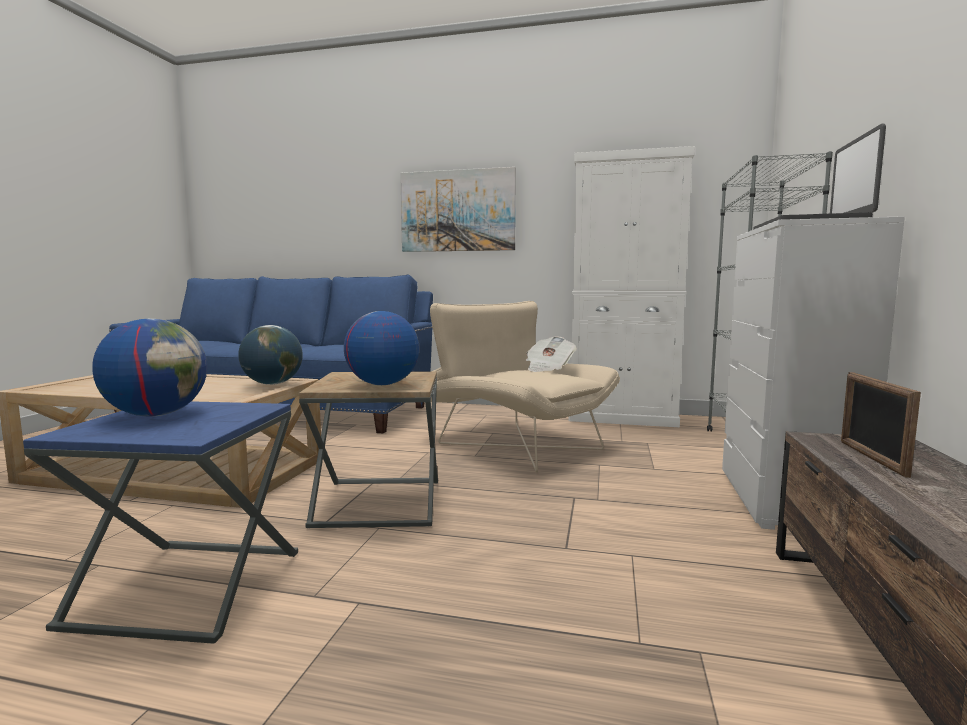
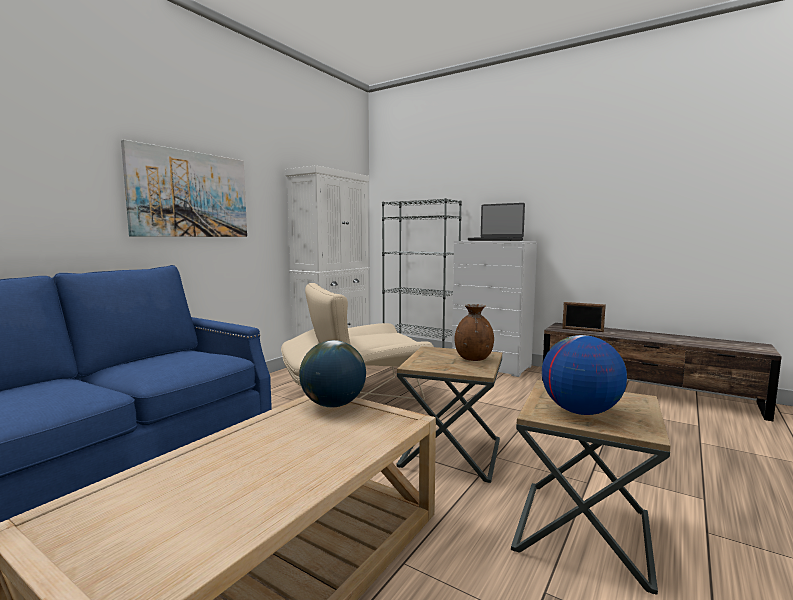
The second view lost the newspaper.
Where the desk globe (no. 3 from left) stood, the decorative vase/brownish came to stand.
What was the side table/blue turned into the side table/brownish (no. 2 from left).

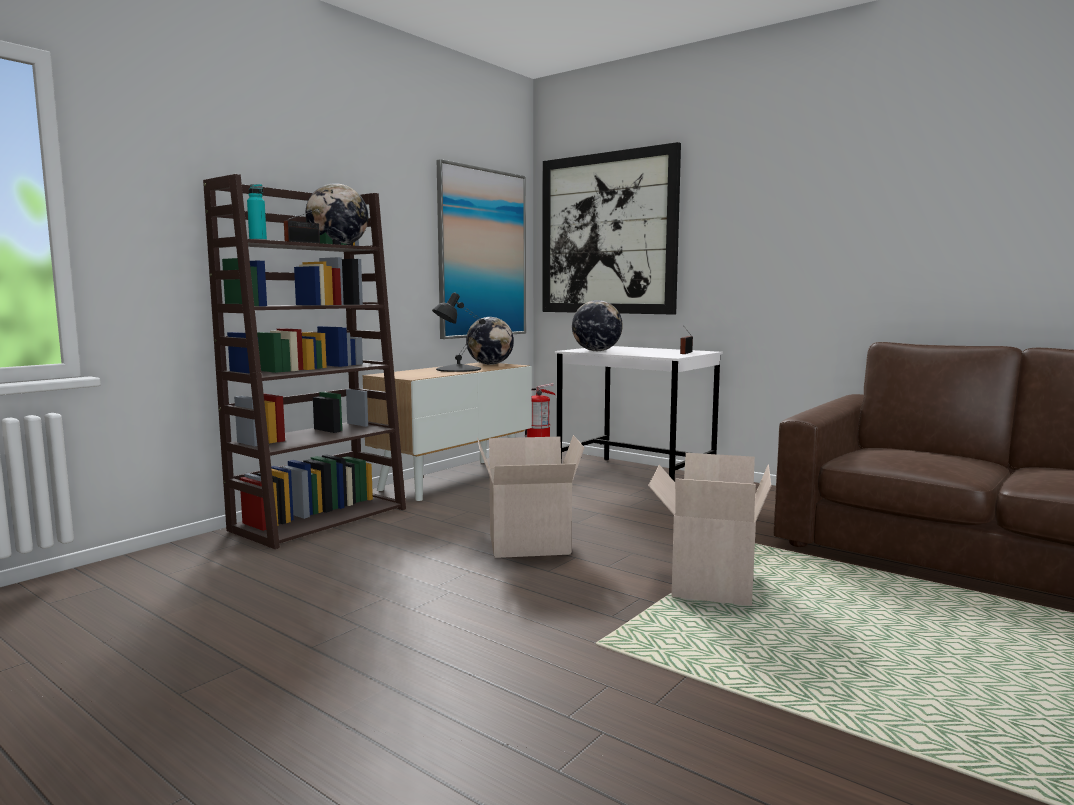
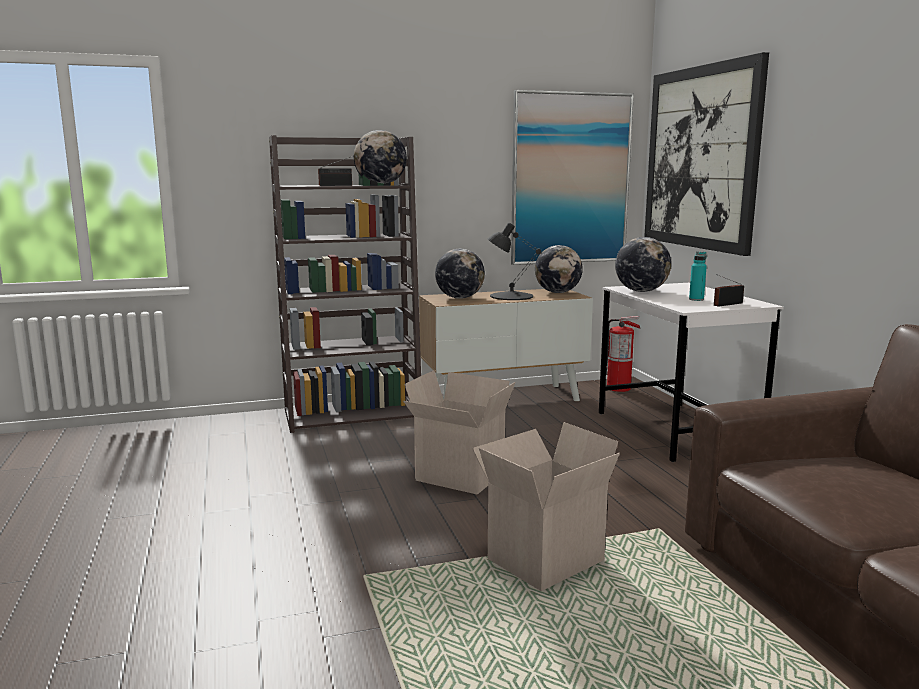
The second view gained the desk globe (no. 2 from left).
The beverage bottle/turquoise ended up elsewhere.

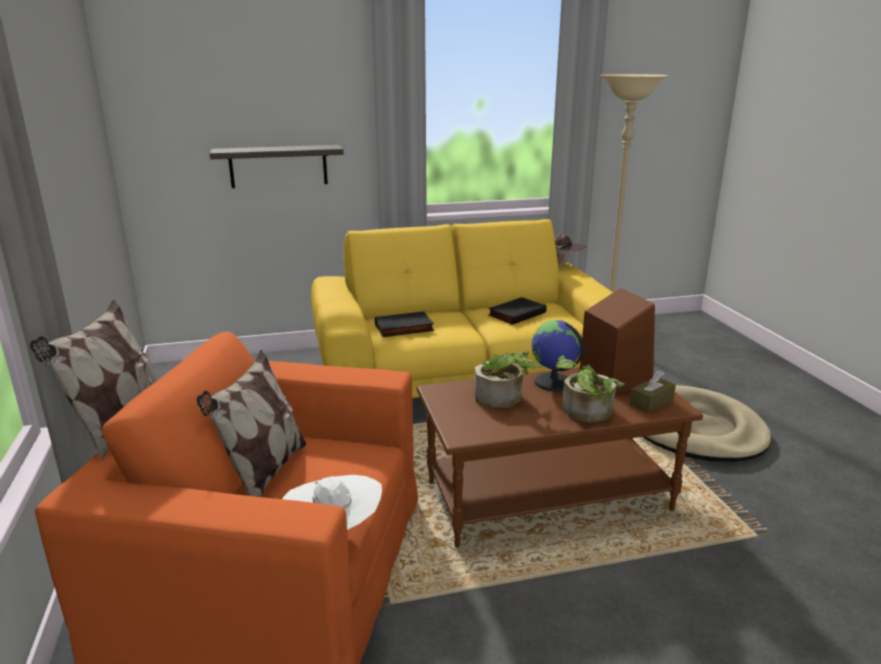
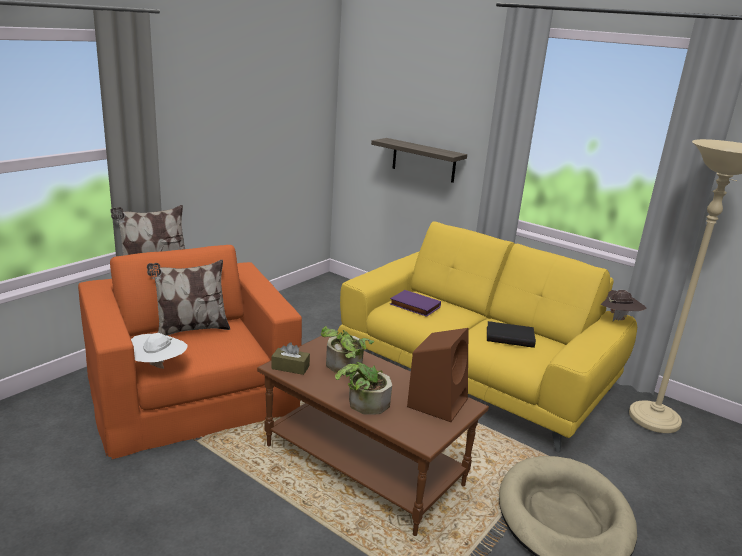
The second view lost the desk globe.
The tissue holder/brownish ended up elsewhere.
What was the book/black (no. 1 from left) turned into the book/purple.

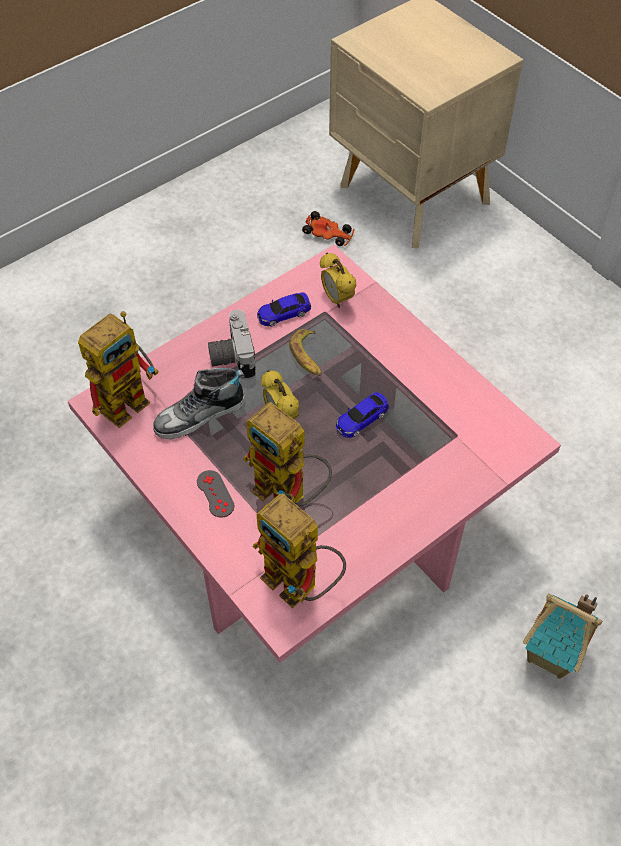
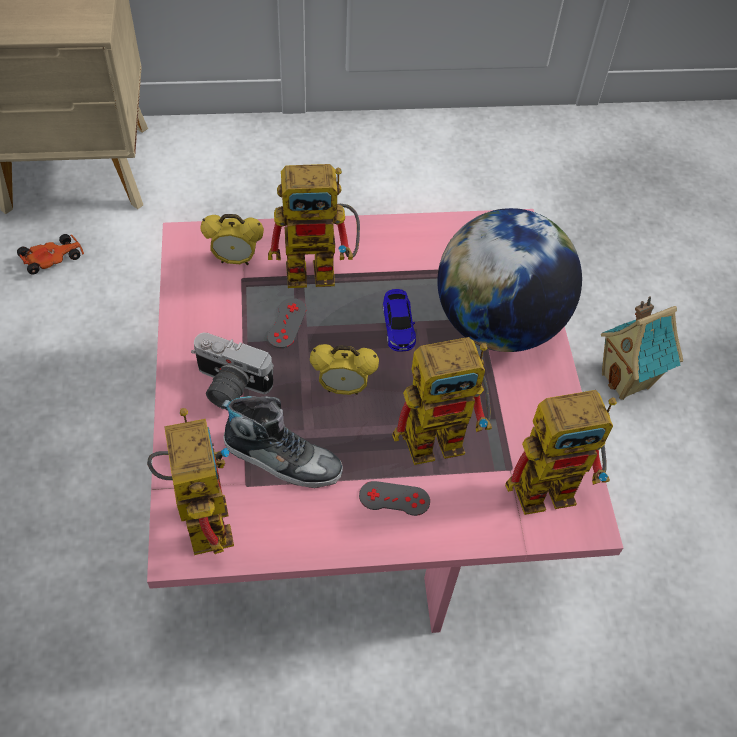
The second view lost the toy car (no. 1 from left).
The second view gained the toy robot (no. 2 from left).
The second view gained the desk globe.
Where the banana stood, the game controller/gray (no. 1 from left) came to stand.
The item of footwear ended up facing another way, 75 degrees counterclockwise from before.

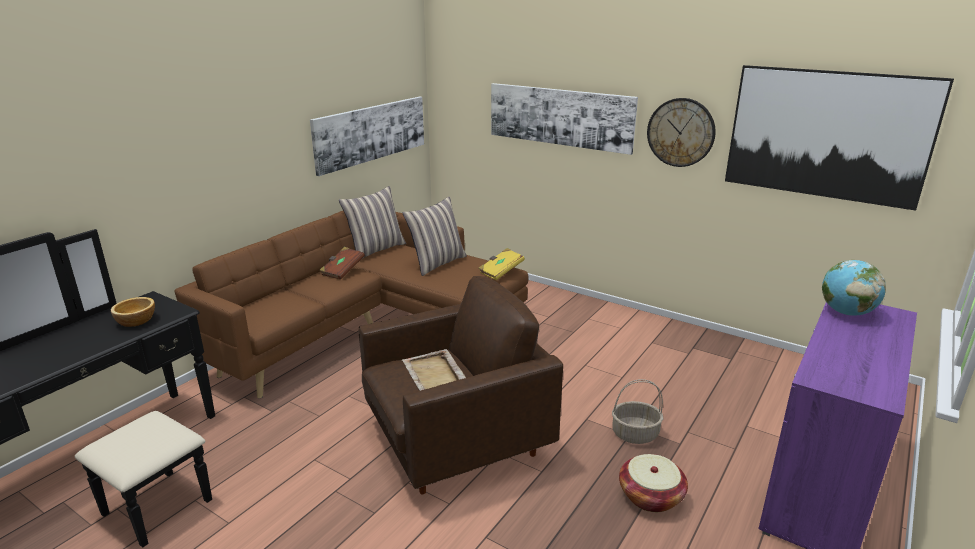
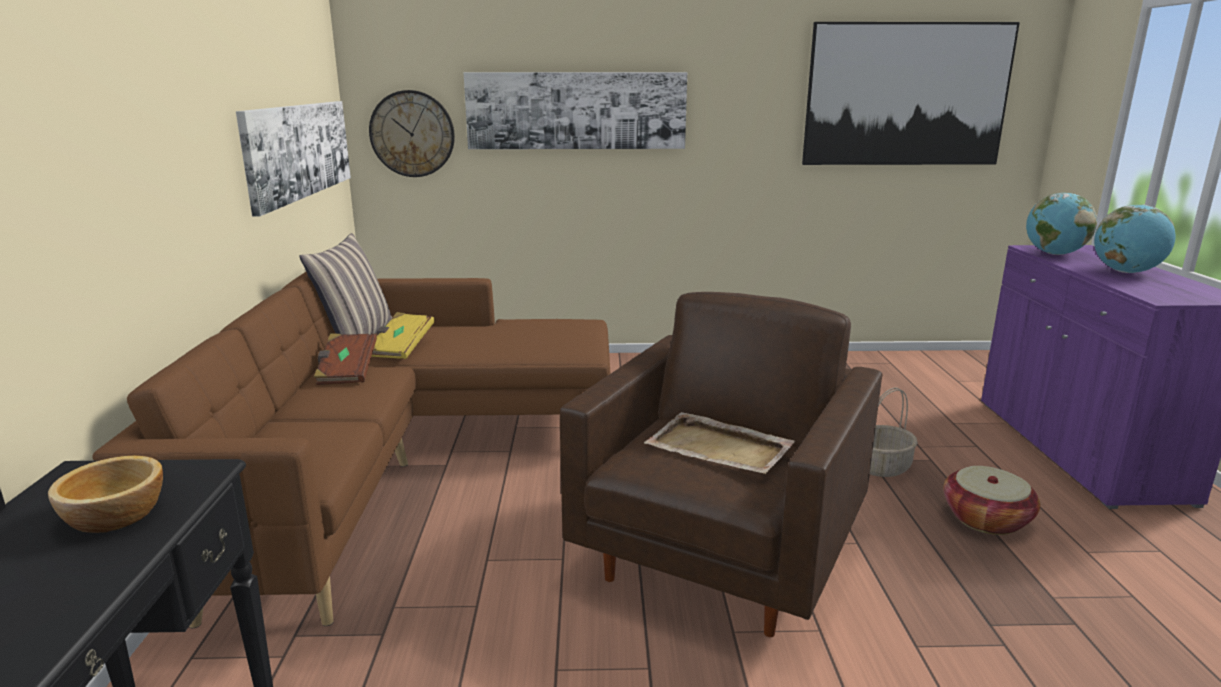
The second view lost the cushion (no. 2 from left).
The second view gained the desk globe (no. 2 from left).
The book/yellow-coloured ended up elsewhere.
The clock on the wall ended up elsewhere.

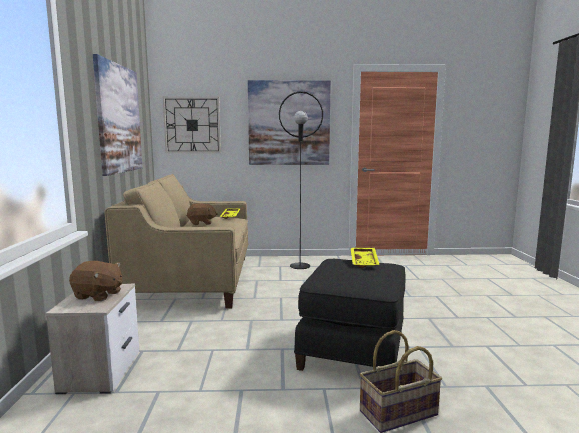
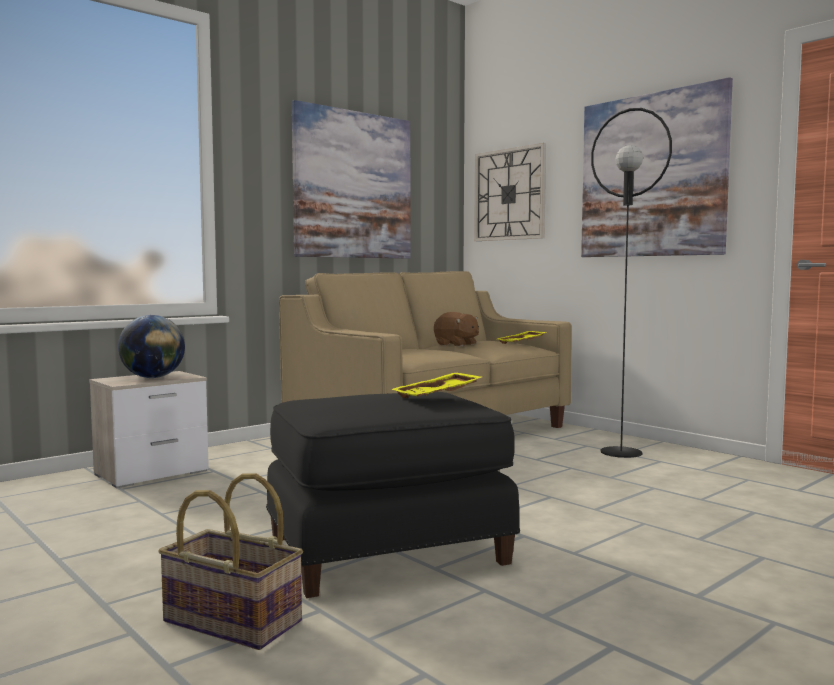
Where the soft toy/brownish (no. 1 from left) stood, the desk globe came to stand.

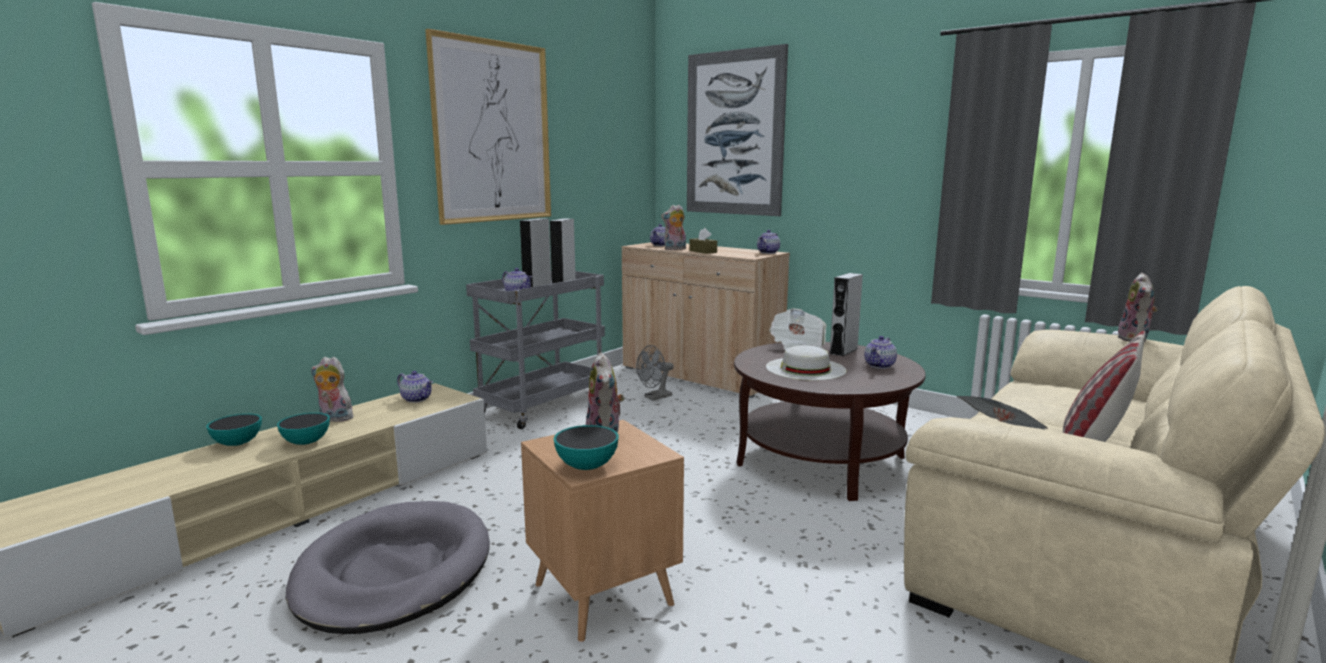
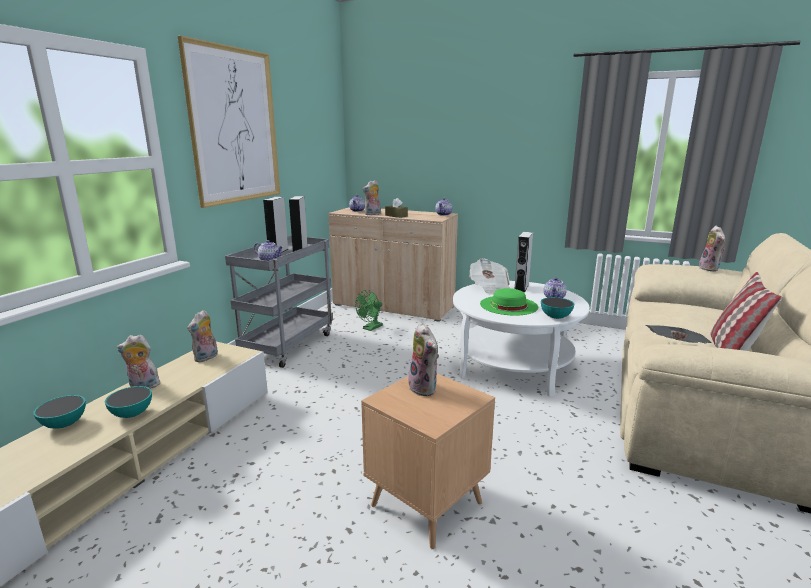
The second view lost the pet bed/gray.
The second view lost the picture (no. 2 from left).
The deep dish (no. 3 from left) ended up elsewhere.
Where the tea pot (no. 1 from left) stood, the soft toy (no. 2 from left) came to stand.
What was the fan/gray turned into the fan/green.
What was the low table/brownish turned into the low table/white-coloured.
What was the hat/white-coloured turned into the hat/green.

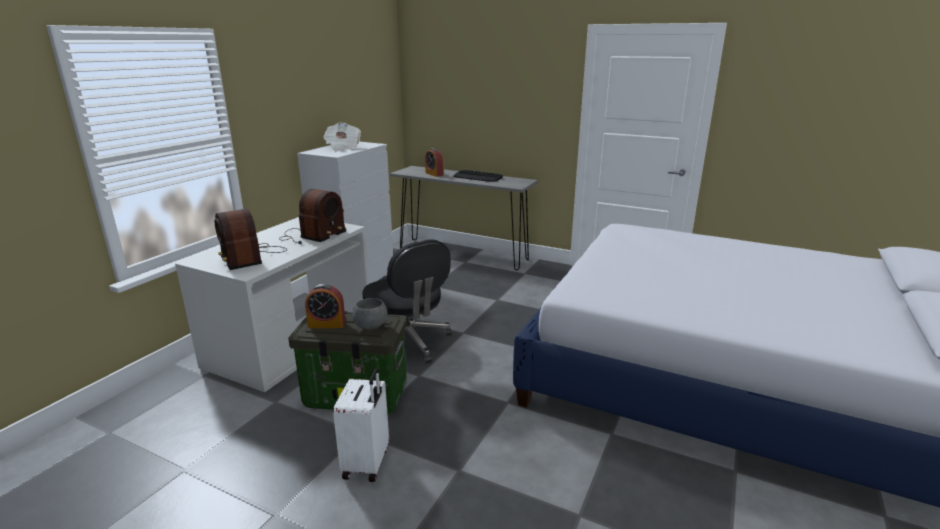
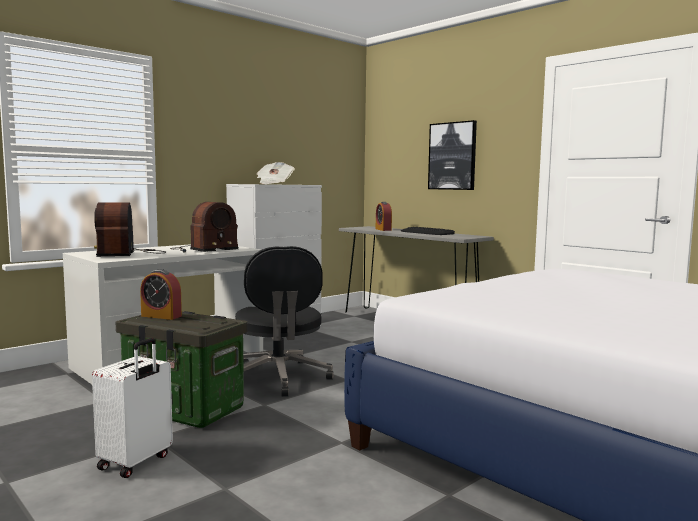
The second view lost the deep dish/gray.
The second view gained the picture.

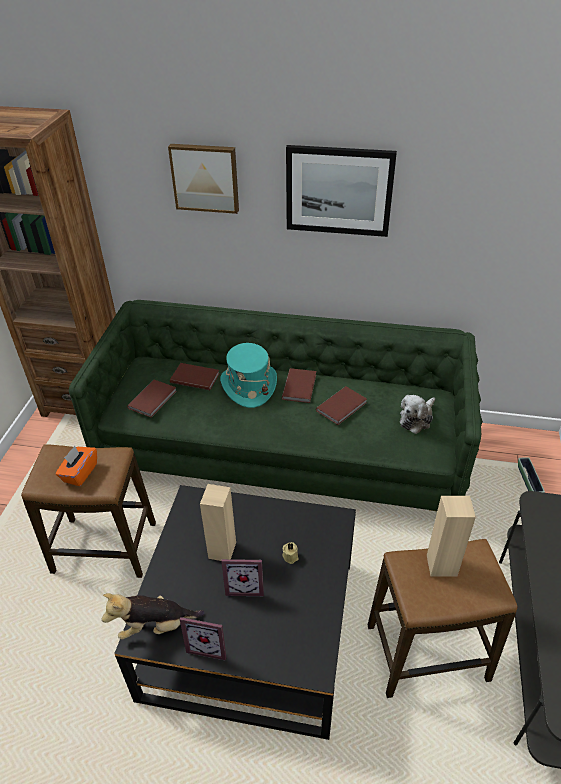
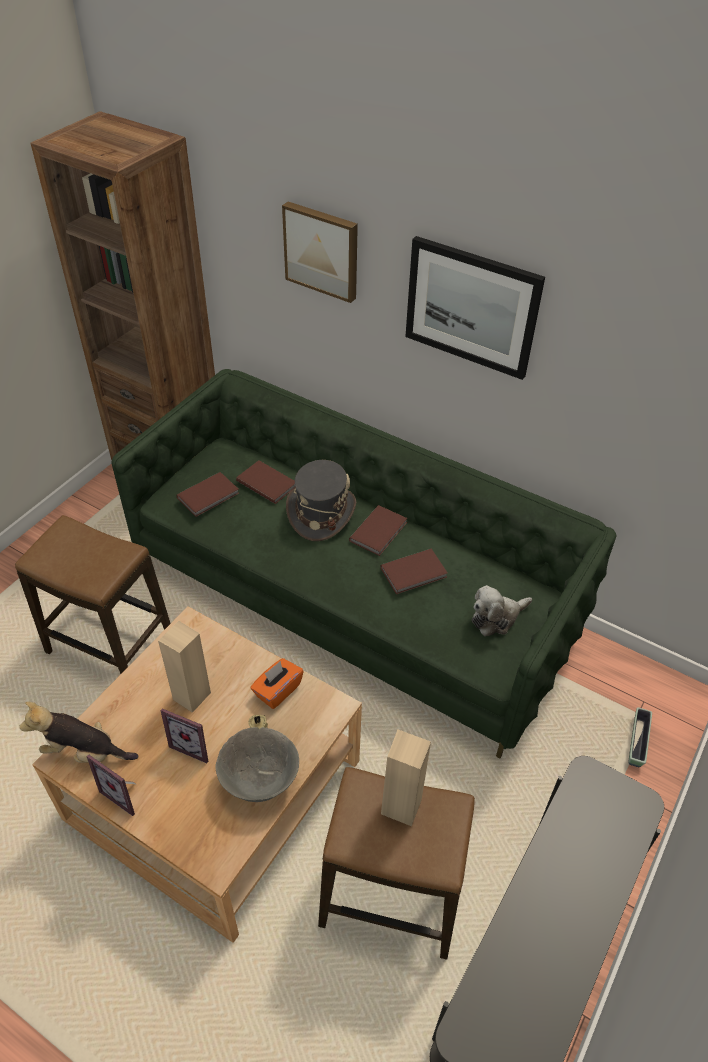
The second view gained the deep dish/gray.
The tissue holder/orange-coloured ended up elsewhere.
What was the low table/black turned into the low table/sand-coloured.
What was the hat/turquoise turned into the hat/gray.

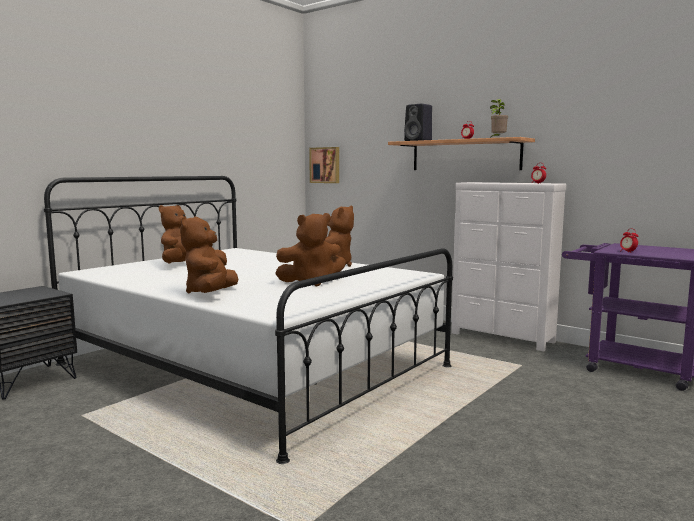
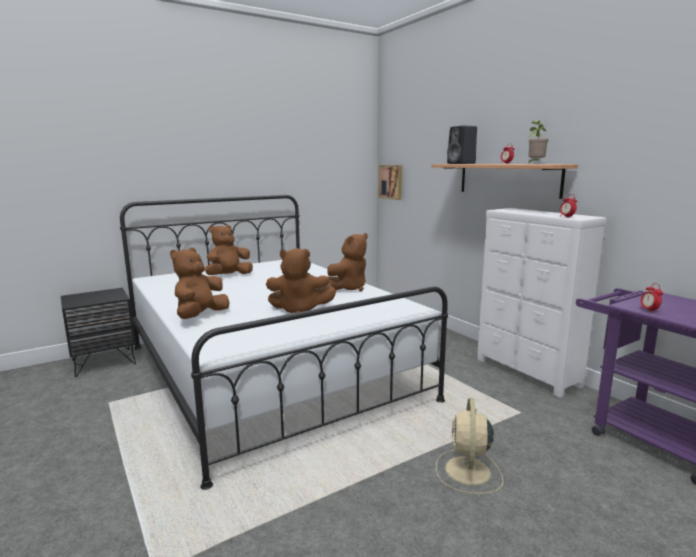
The second view gained the fan/sand-coloured.

